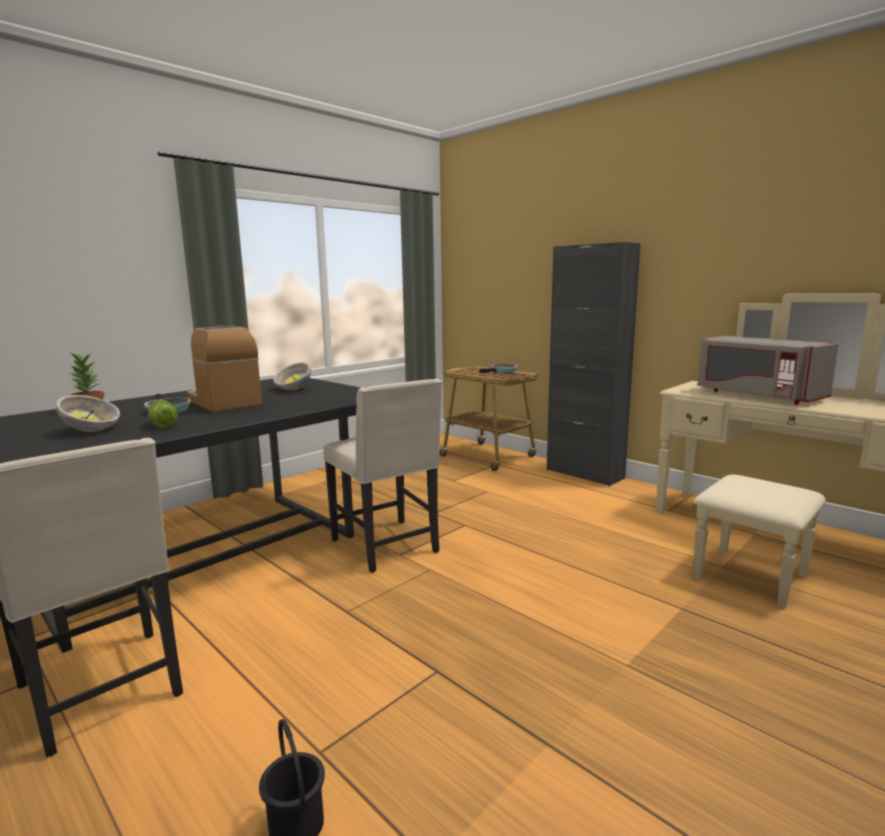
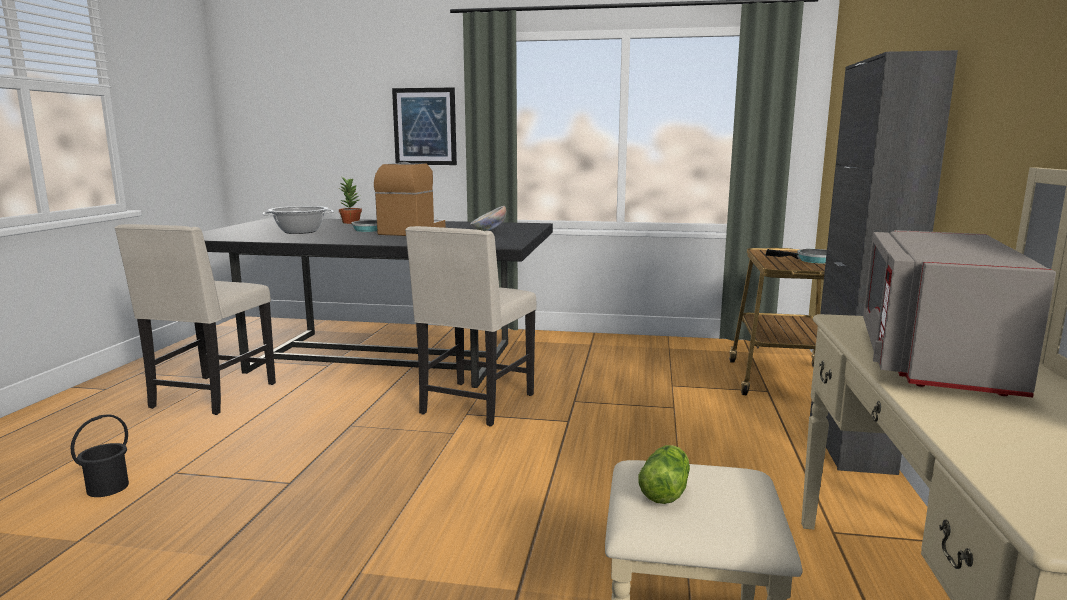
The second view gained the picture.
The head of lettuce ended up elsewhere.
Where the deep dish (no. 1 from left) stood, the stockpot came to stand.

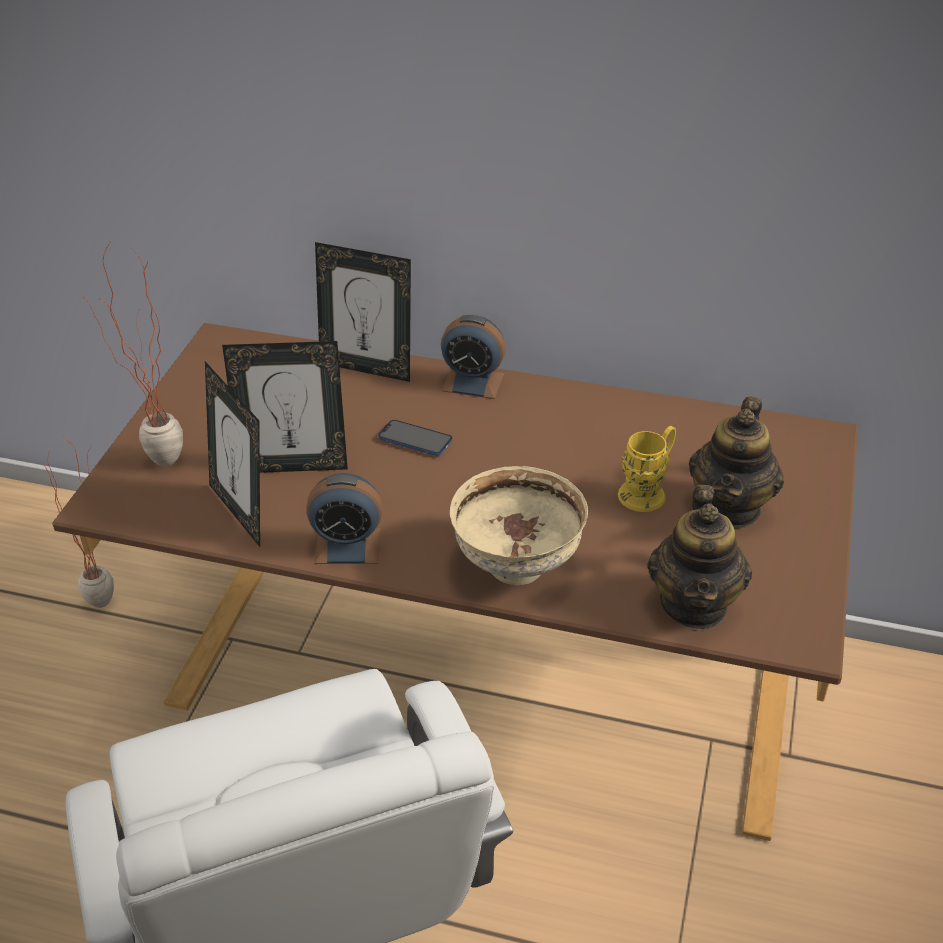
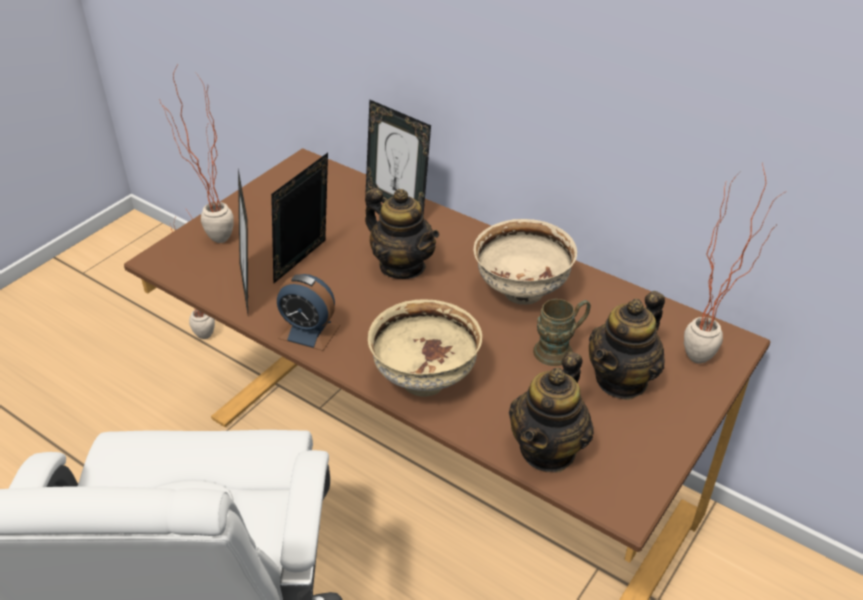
The second view lost the alarm clock (no. 2 from left).
The second view gained the deep dish/sand-coloured (no. 2 from left).
The second view gained the potted plant (no. 3 from left).
Where the handset stood, the tea pot (no. 1 from left) came to stand.
What was the mug/yellow-coloured turned into the mug/brownish.
The standing frame (no. 2 from left) ended up facing another way, 105 degrees clockwise from before.

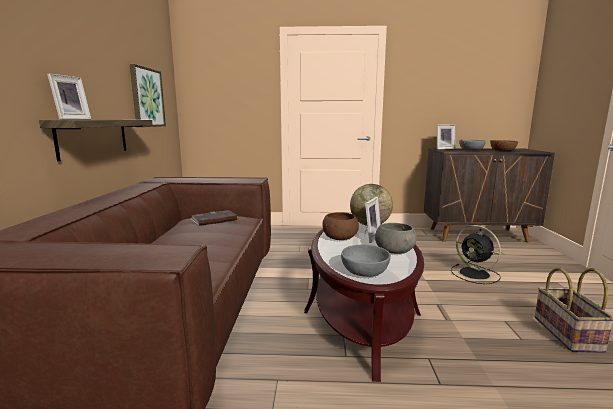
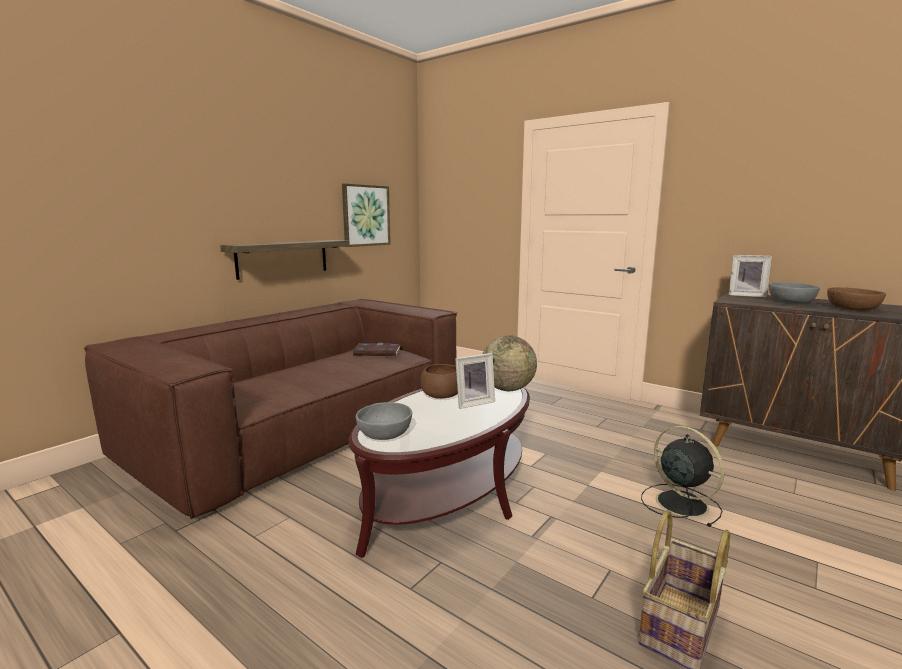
The second view lost the standing frame (no. 1 from left).
The second view lost the deep dish/gray (no. 2 from left).
The fan/black ended up facing another way, 150 degrees clockwise from before.

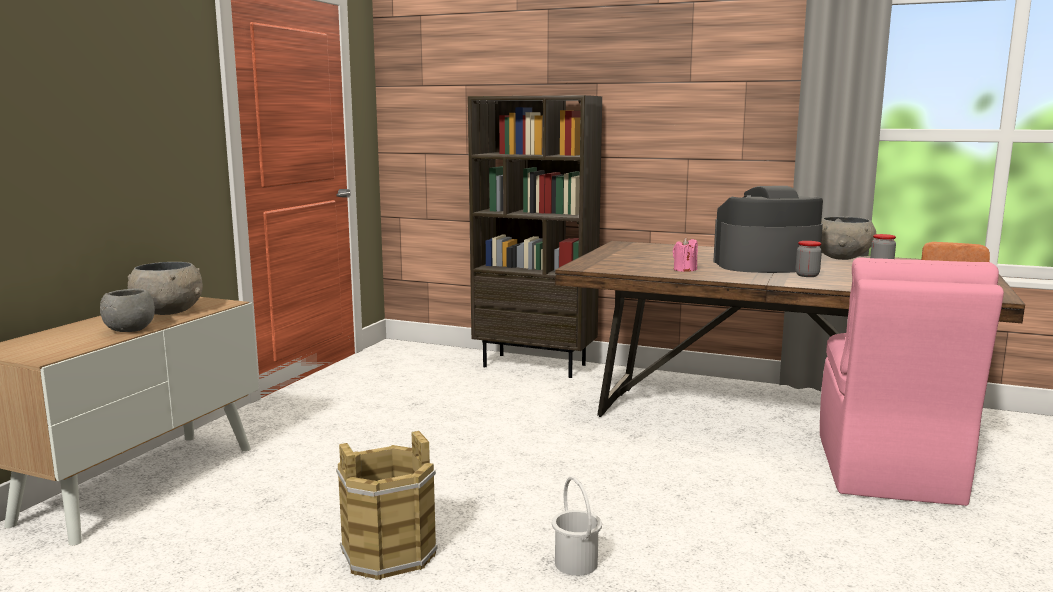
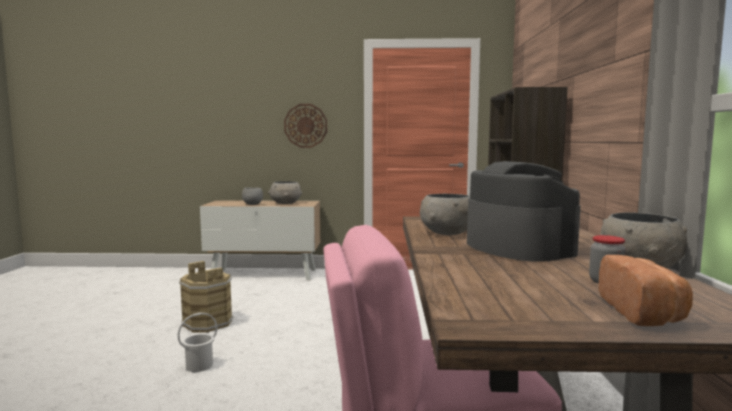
The second view lost the jar (no. 1 from left).
The second view gained the clock on the wall.
Where the candle/pink-coloured stood, the deep dish/gray (no. 3 from left) came to stand.

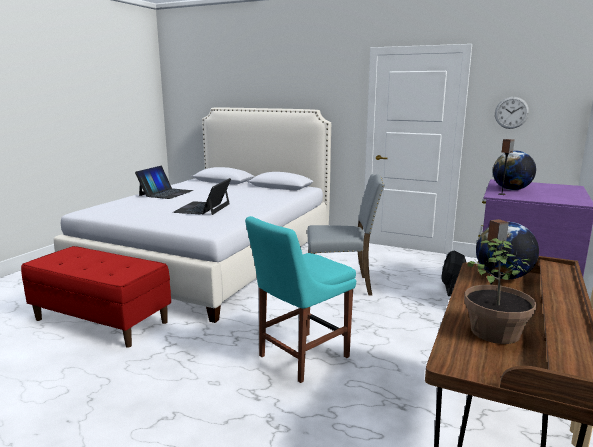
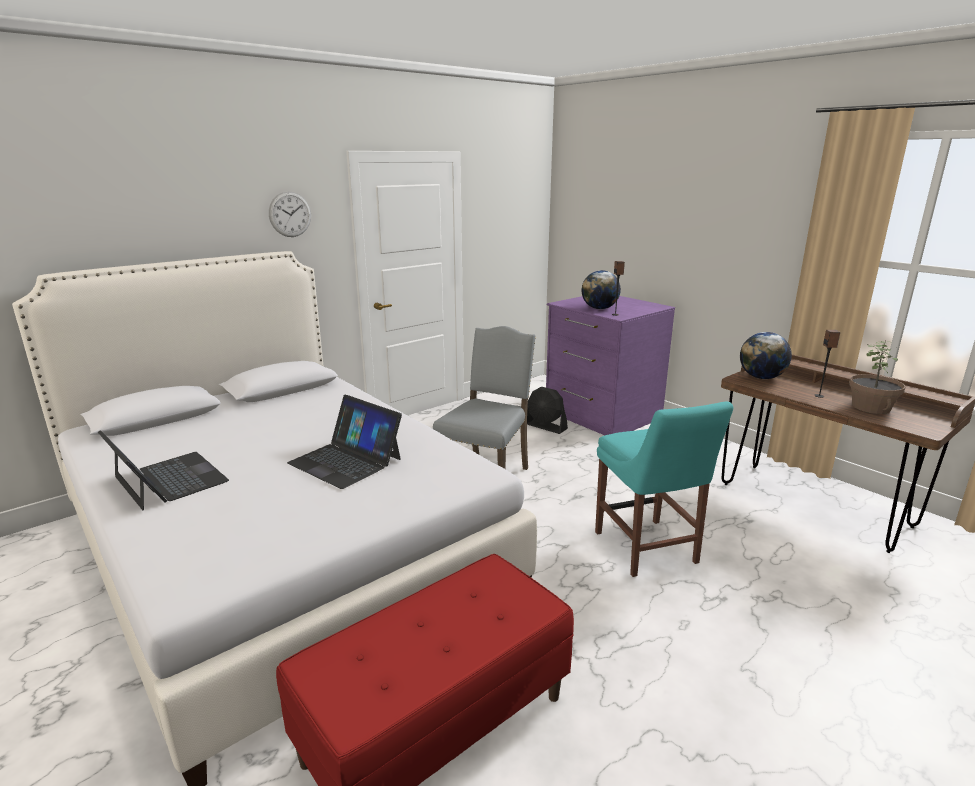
The clock on the wall ended up elsewhere.

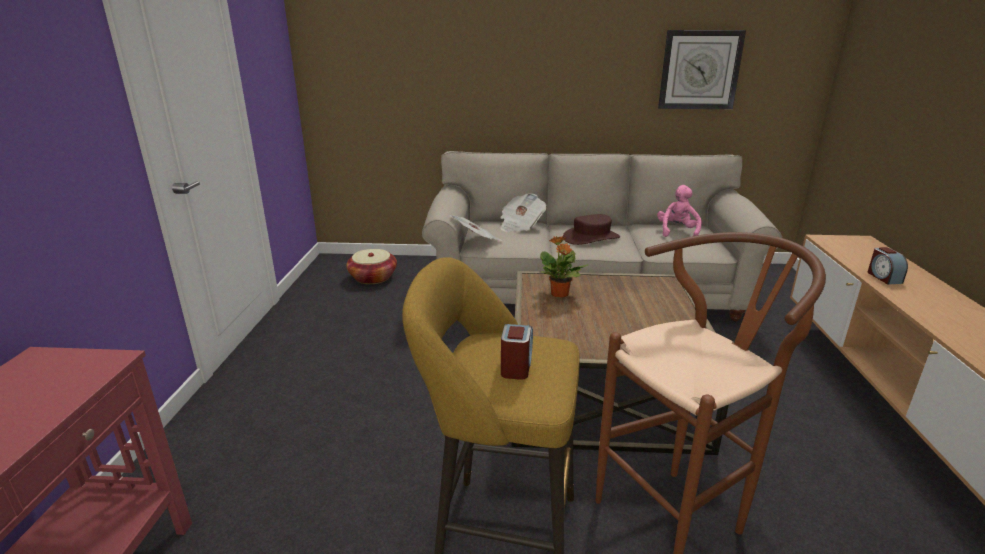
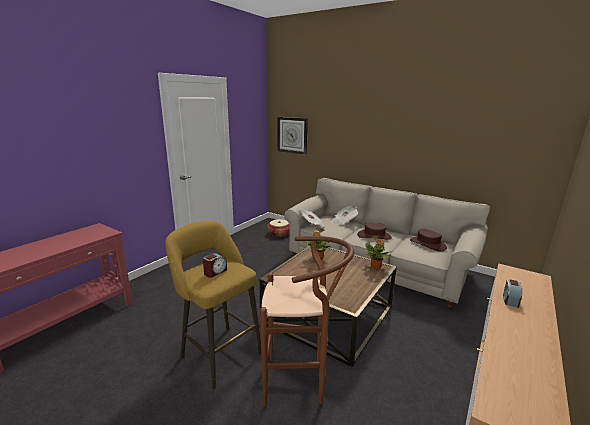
The second view gained the potted plant (no. 2 from left).
The clock on the wall ended up elsewhere.
Where the soft toy/pink-coloured stood, the hat/brownish (no. 2 from left) came to stand.

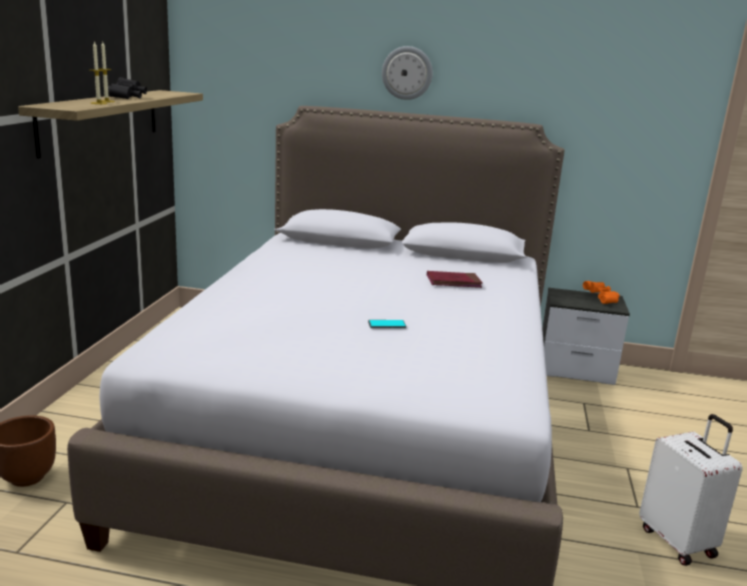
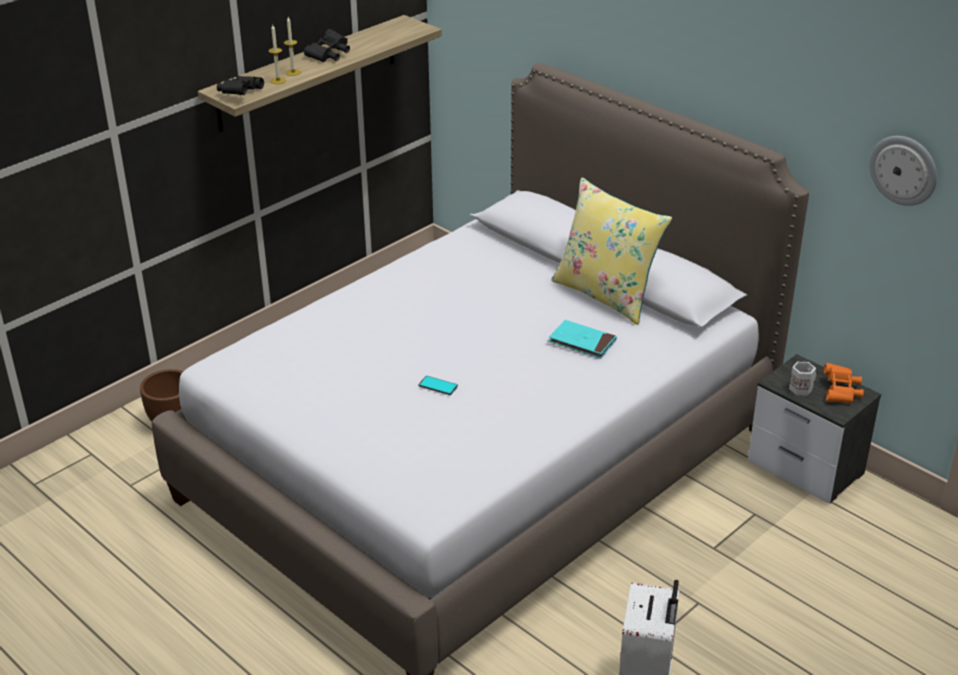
The second view gained the pair of binoculars/black (no. 1 from left).
The second view gained the cushion/yellow-coloured.
The second view gained the mug/white-coloured.
The clock on the wall ended up elsewhere.
What was the book/reddish turned into the book/turquoise.

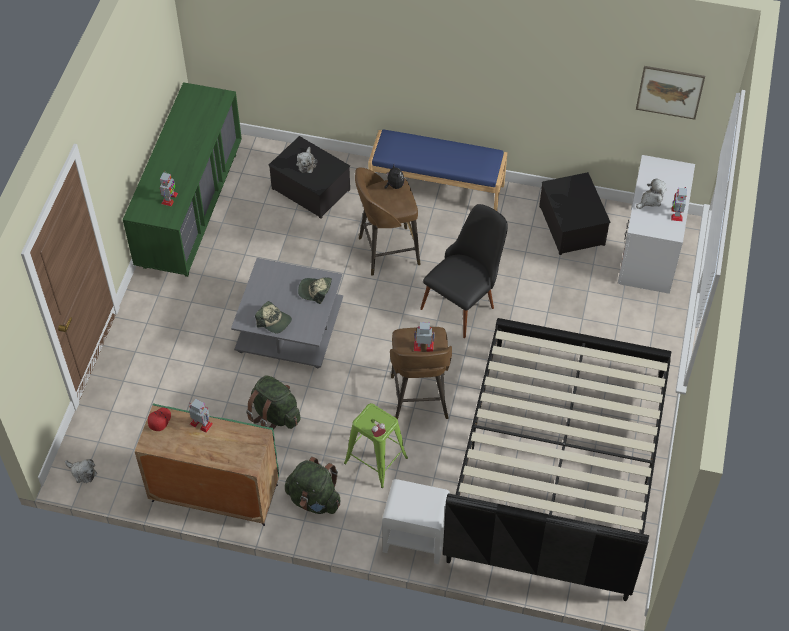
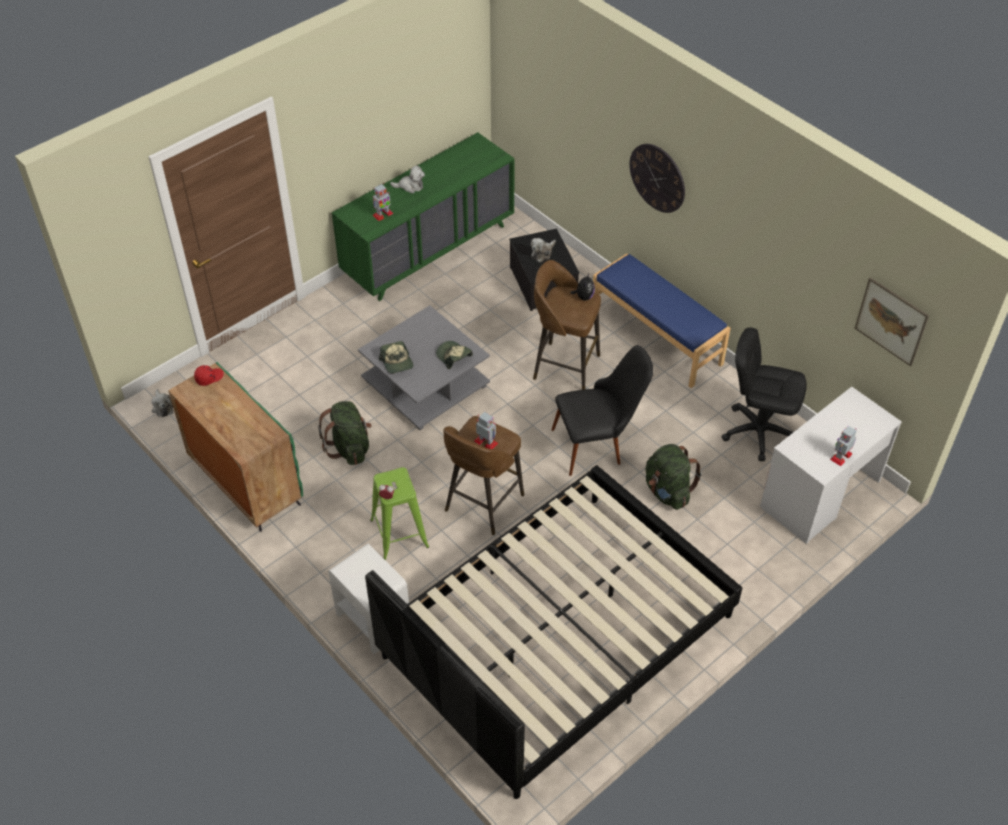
The second view lost the toy robot (no. 2 from left).
The second view gained the clock on the wall.
The knapsack/green (no. 2 from left) ended up elsewhere.
The soft toy (no. 4 from left in the first image) ended up elsewhere.
Where the storage bin (no. 2 from left) stood, the office chair/black came to stand.

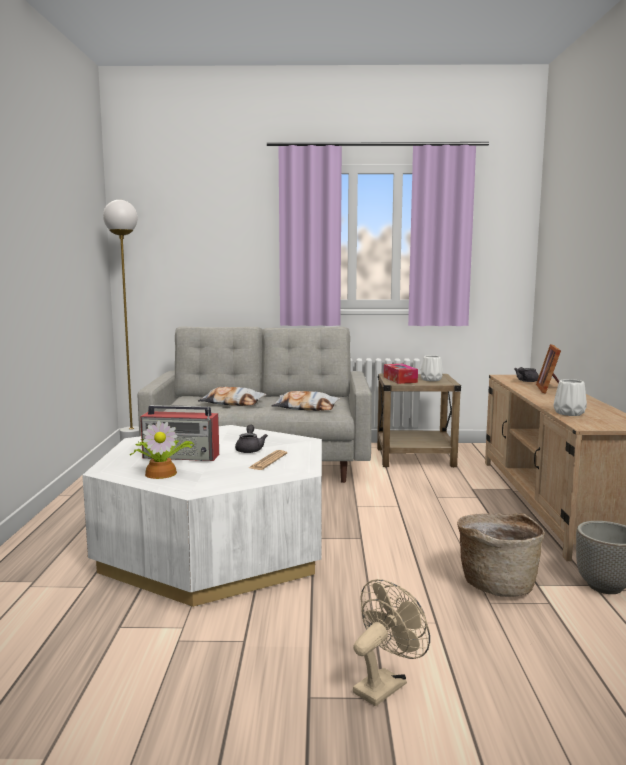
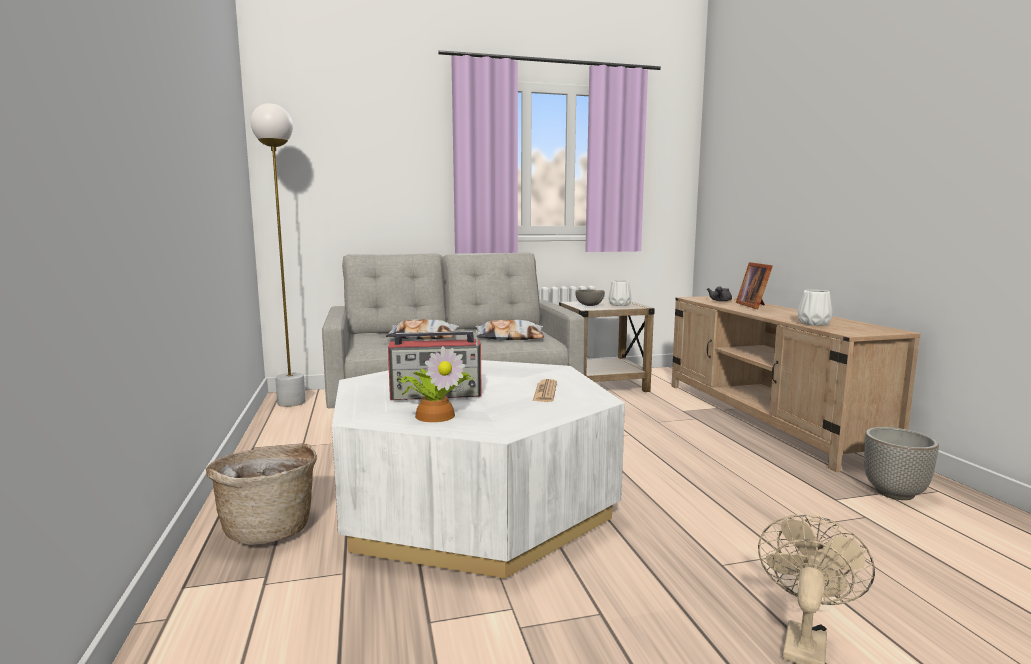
The second view lost the tea pot/gray (no. 1 from left).
The household basket ended up elsewhere.
Where the tissue holder stood, the deep dish/gray came to stand.

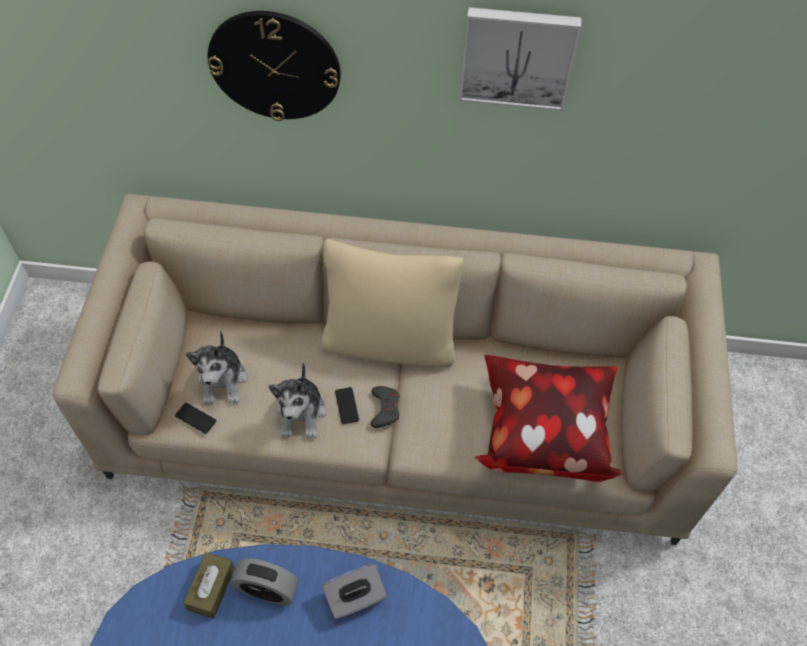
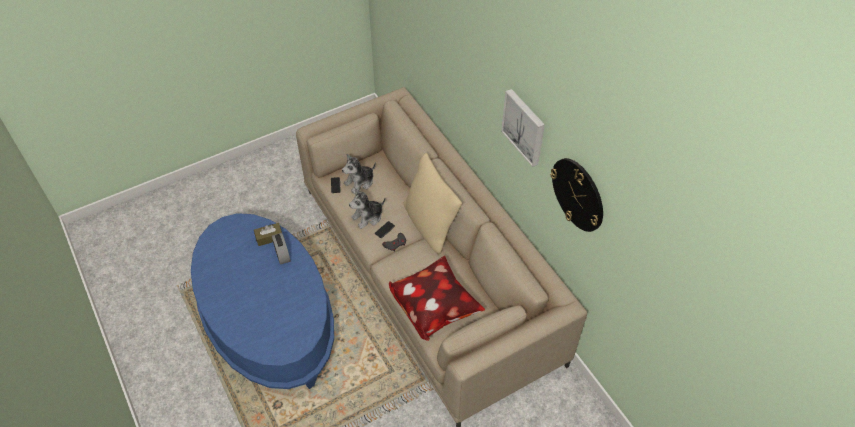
The second view lost the tissue holder/gray.
The clock on the wall ended up elsewhere.

